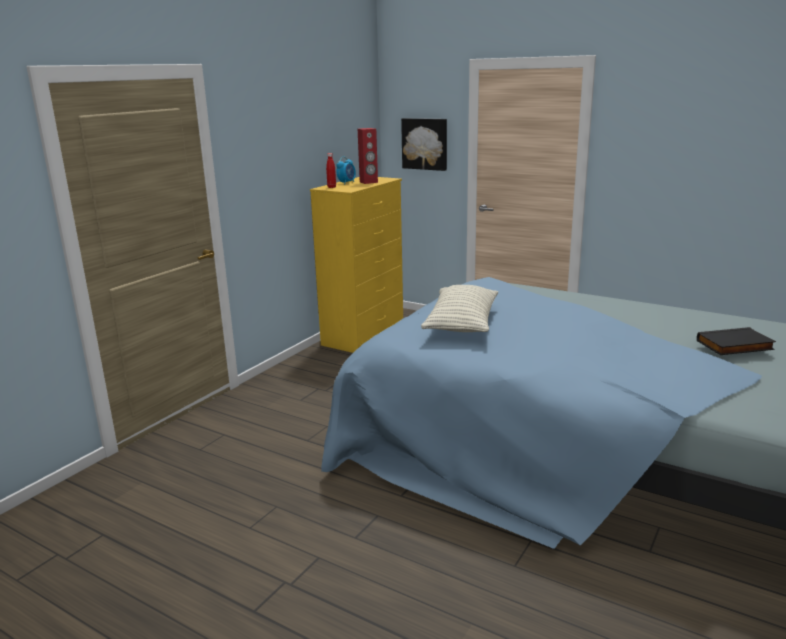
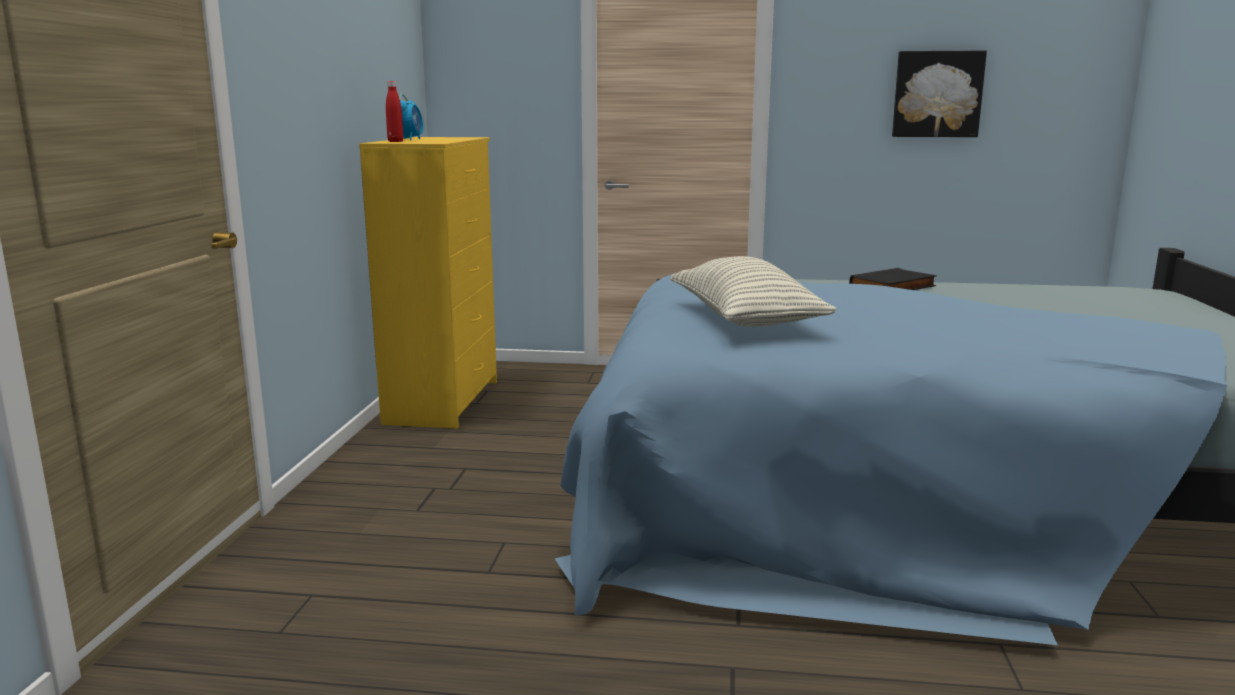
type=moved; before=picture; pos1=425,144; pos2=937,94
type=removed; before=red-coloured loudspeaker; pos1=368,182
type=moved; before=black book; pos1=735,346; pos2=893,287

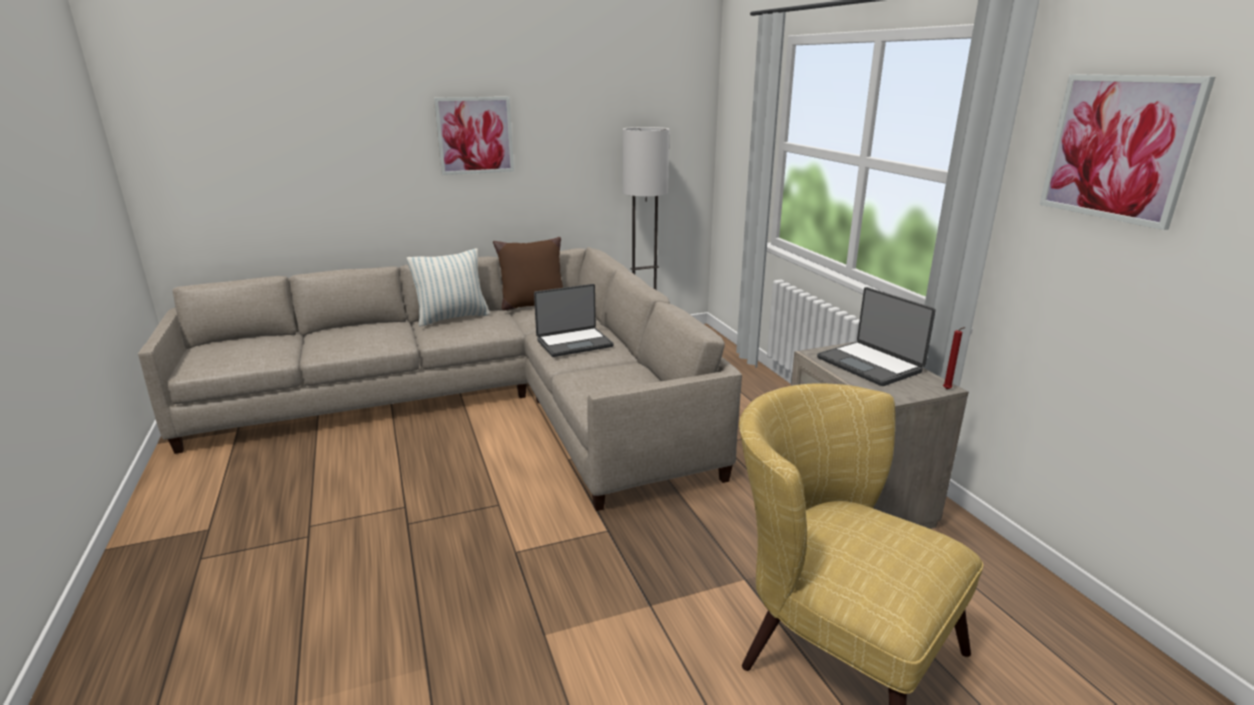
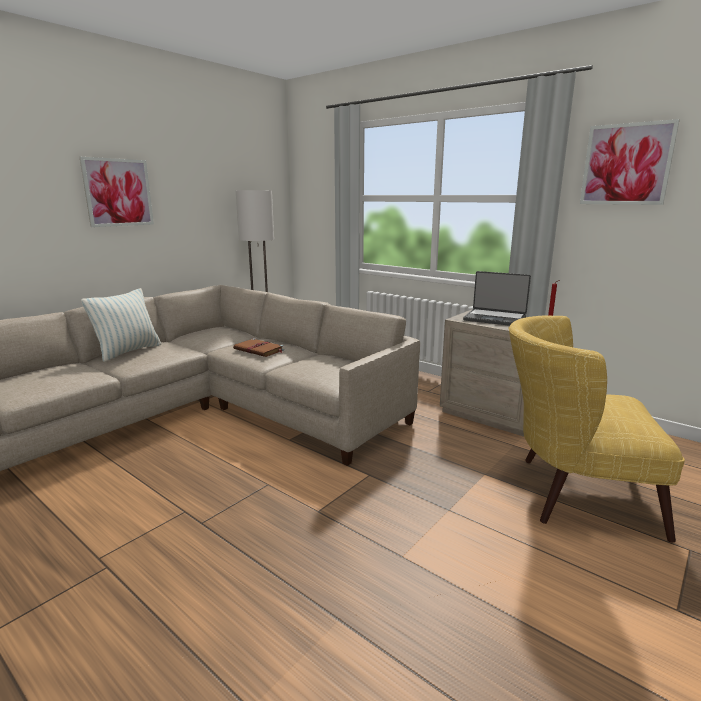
type=removed; before=brown-coloured cushion; pos1=532,305
type=replaced; before=notebook computer; after=brown-coloured book; pos1=574,343; pos2=259,350

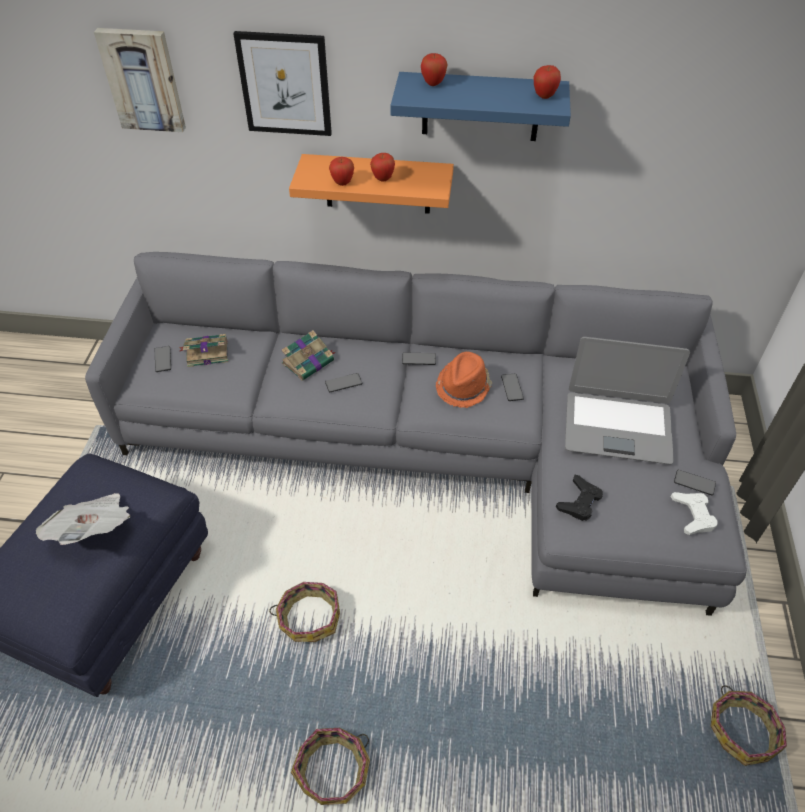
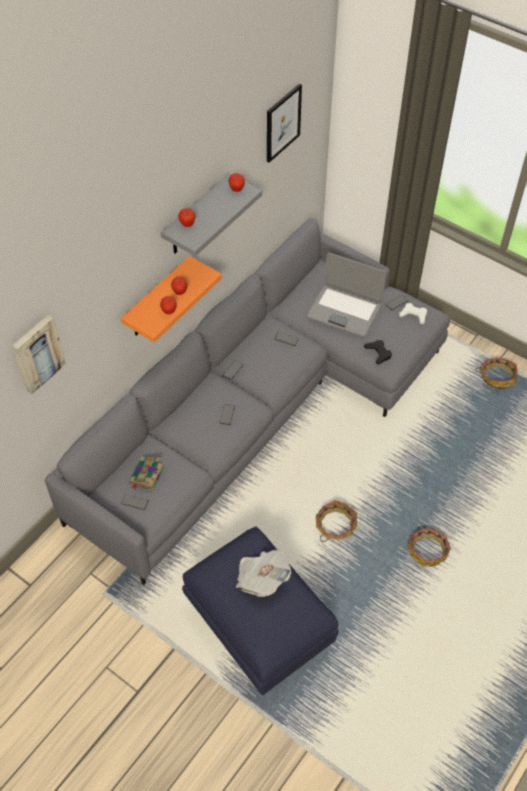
type=moved; before=picture; pos1=285,84; pos2=282,123
type=recoloured; before=blue bracket shelf; after=gray bracket shelf; pos1=481,107; pos2=196,217
type=removed; before=book; pos1=309,362
type=turned; before=notebook computer; pos1=617,427; pos2=344,311; turn=75
type=removed; before=orange-coloured wearable hat; pos1=464,386

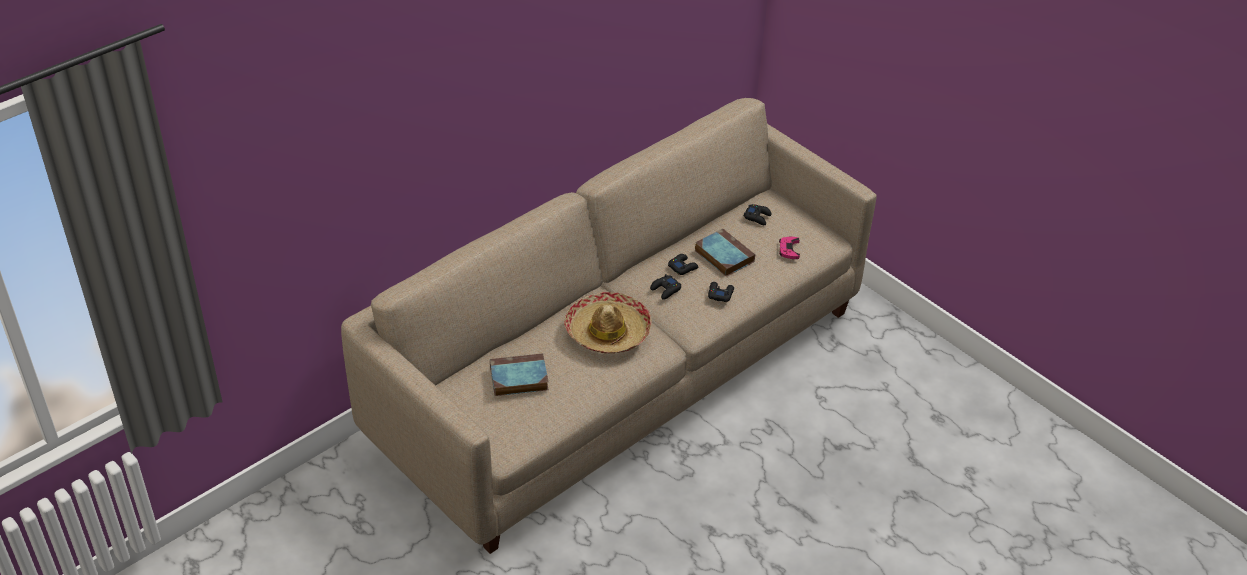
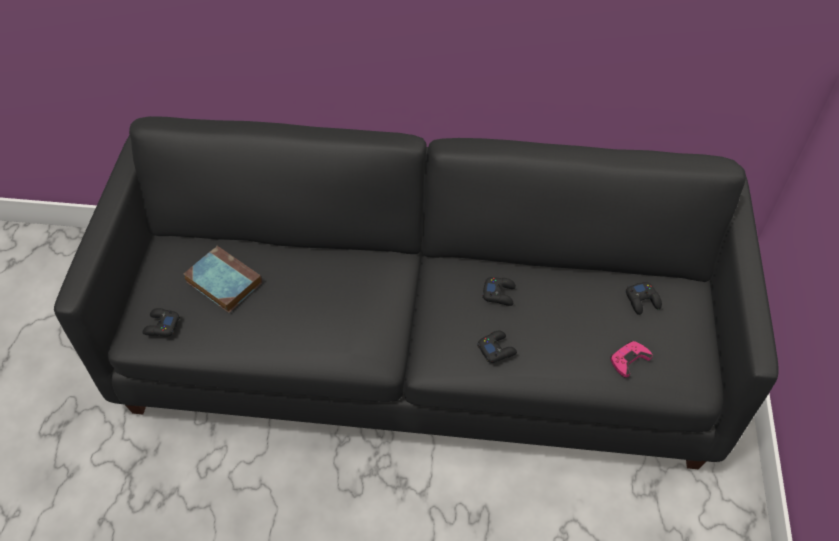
type=recoloured; before=beige sofa; after=black sofa; pos1=619,373; pos2=420,349
type=removed; before=book; pos1=723,255
type=moved; before=black gamepad; pos1=665,290; pos2=161,326
type=removed; before=wearable hat; pos1=608,332

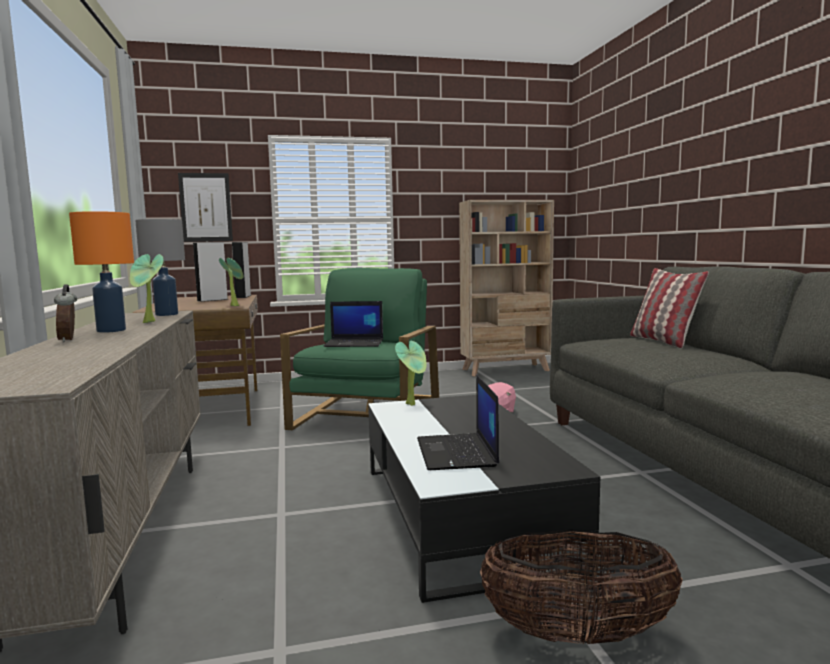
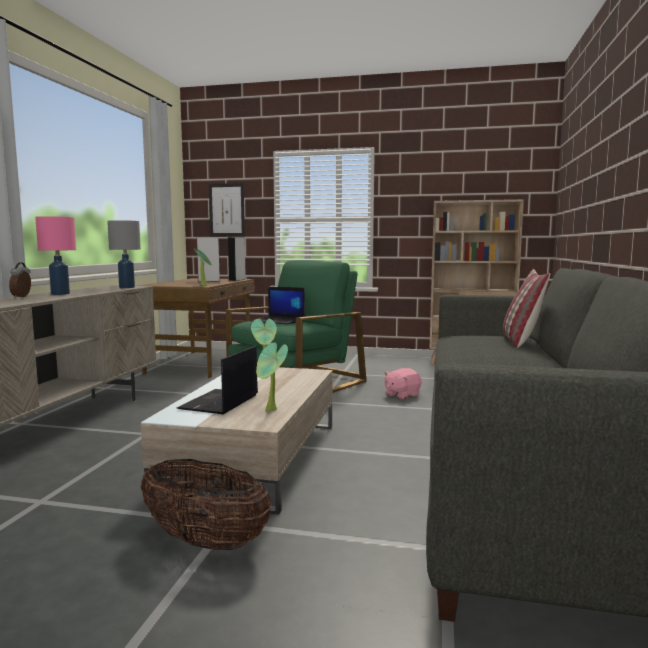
type=recoloured; before=orange-coloured table lamp; after=pink-coloured table lamp; pos1=110,330; pos2=60,294
type=moved; before=potted plant; pos1=149,322; pos2=271,411
type=recoloured; before=black low table; after=beige low table; pos1=461,513; pos2=254,457

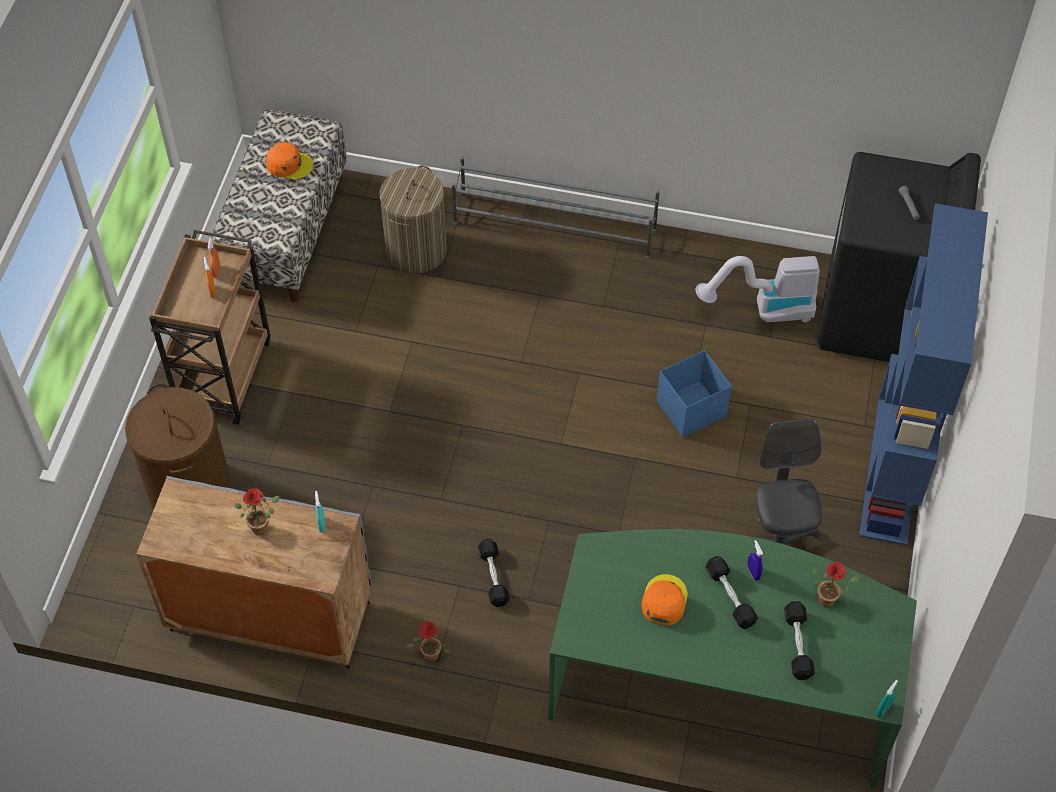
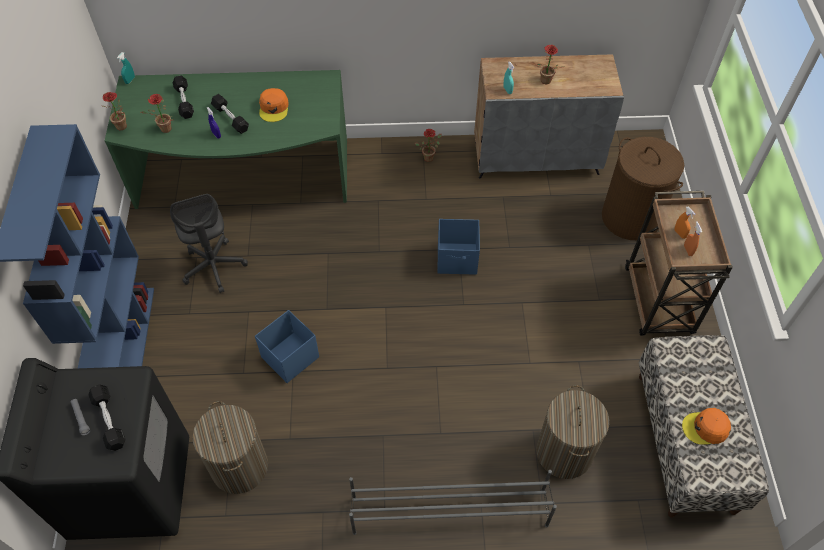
type=replaced; before=vacuum; after=hamper; pos1=763,310; pos2=239,466
type=moved; before=black free weight; pos1=493,577; pos2=109,420
type=added; after=potted plant; pos2=123,127
type=added; after=blue storage bin; pos2=457,259

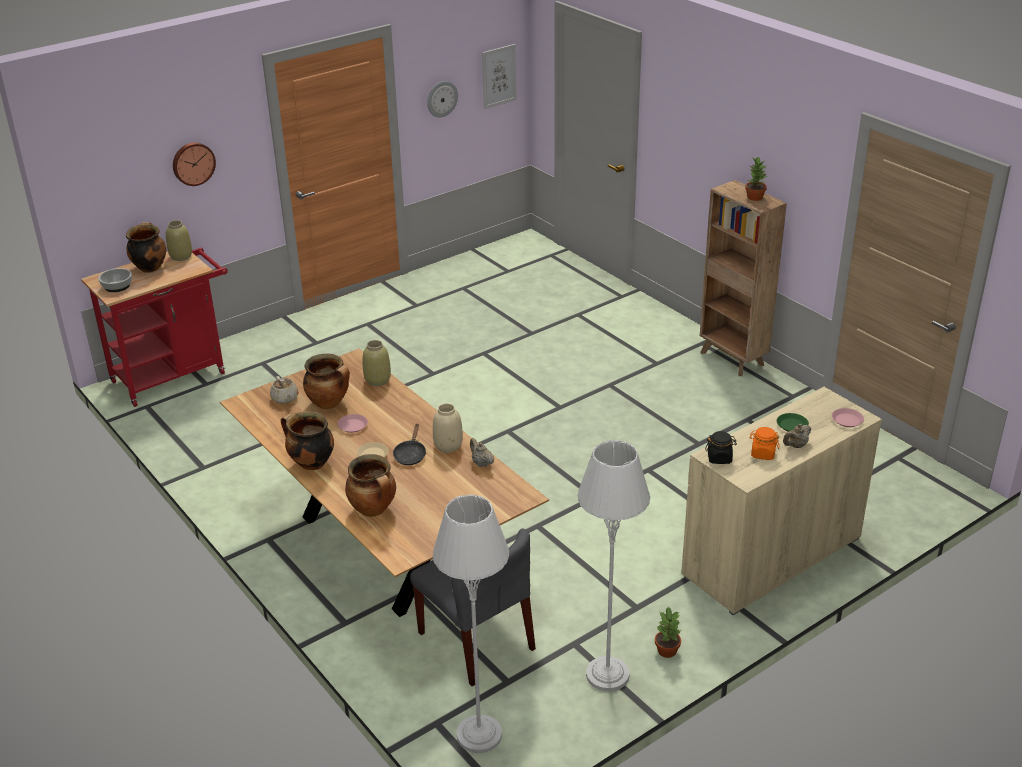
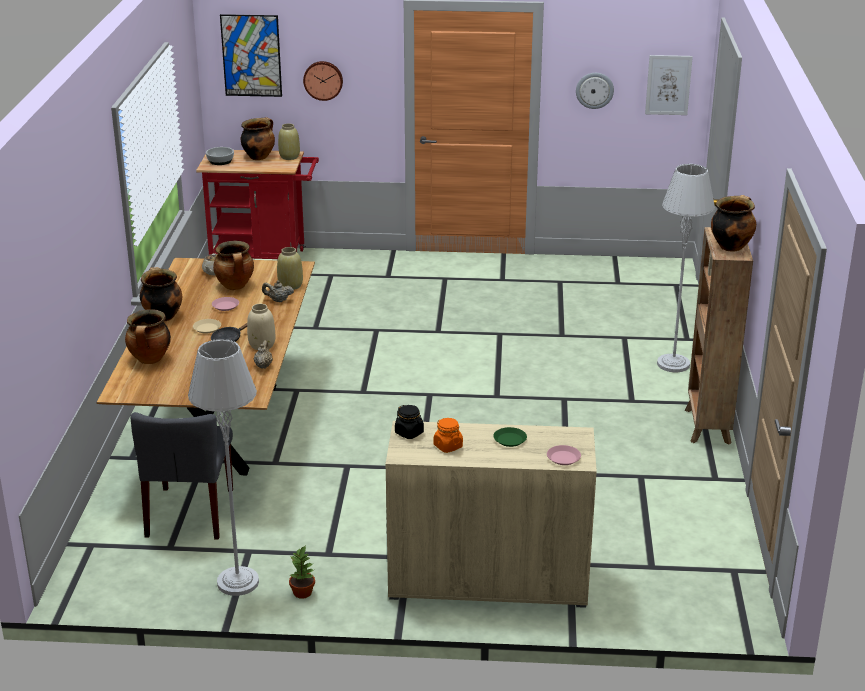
type=replaced; before=potted plant; after=stockpot; pos1=754,197; pos2=731,246
type=moved; before=beige pot for tea; pos1=796,446; pos2=278,300
type=moved; before=gray floor lamp; pos1=479,735; pos2=673,364
type=added; after=picture; pos2=251,55

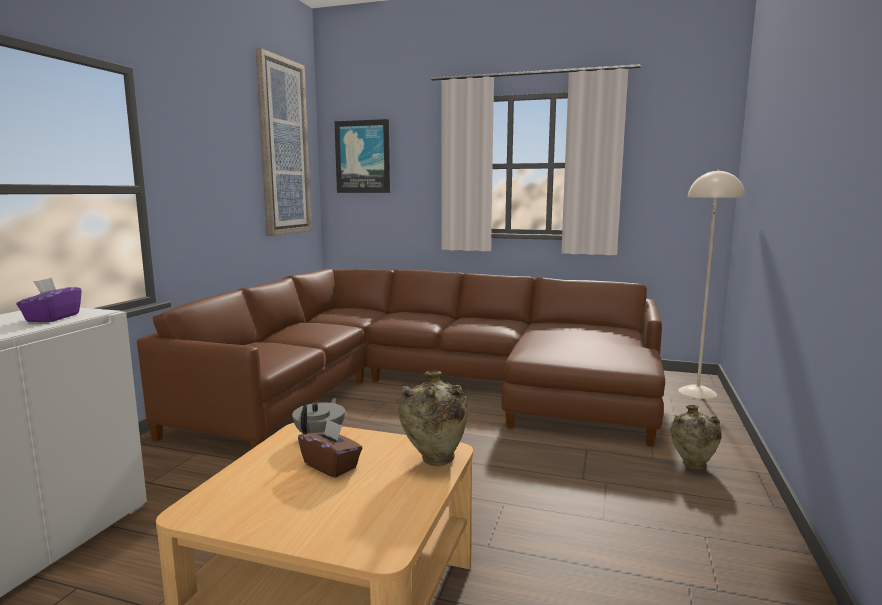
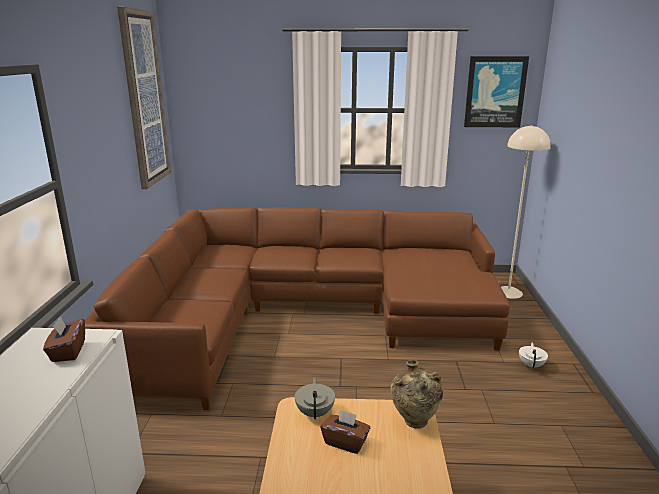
type=moved; before=picture; pos1=363,157; pos2=495,92
type=recoloured; before=purple-coloured tissue box; after=brown-coloured tissue box; pos1=52,318; pos2=68,351
type=replaced; before=beige decorative vase; after=white-coloured pot for tea; pos1=692,466; pos2=531,365

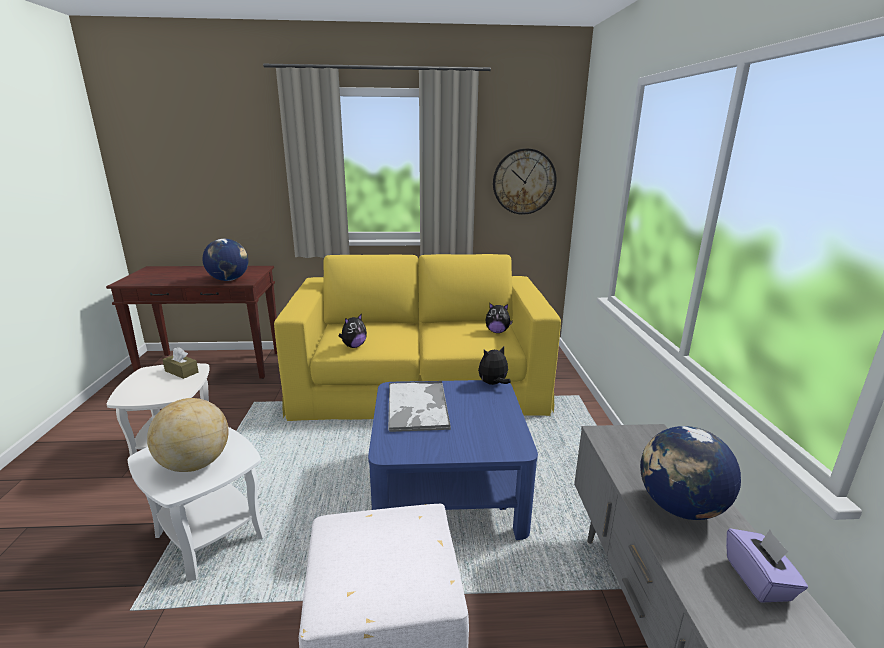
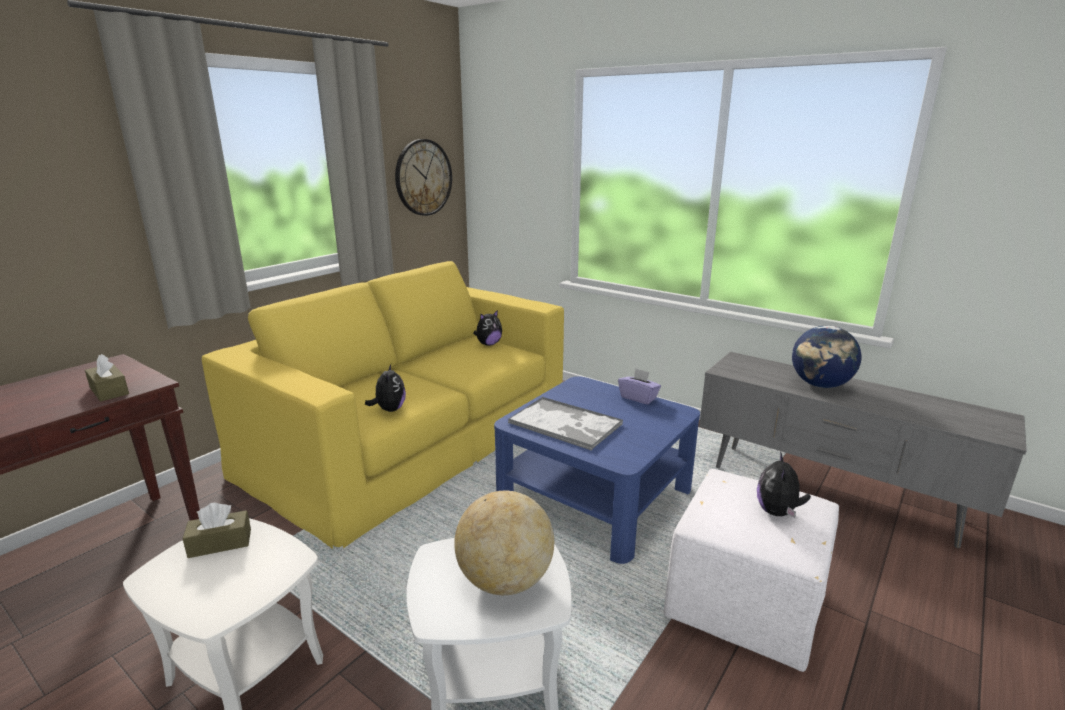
type=replaced; before=desk globe; after=brown-coloured tissue box; pos1=229,280; pos2=109,391
type=moved; before=plush toy; pos1=493,384; pos2=777,512
type=moved; before=purple-coloured tissue box; pos1=758,579; pos2=638,398

